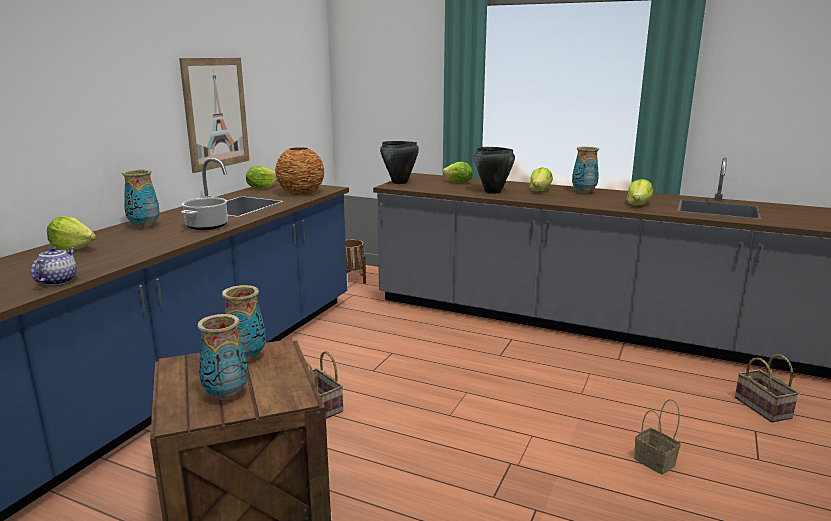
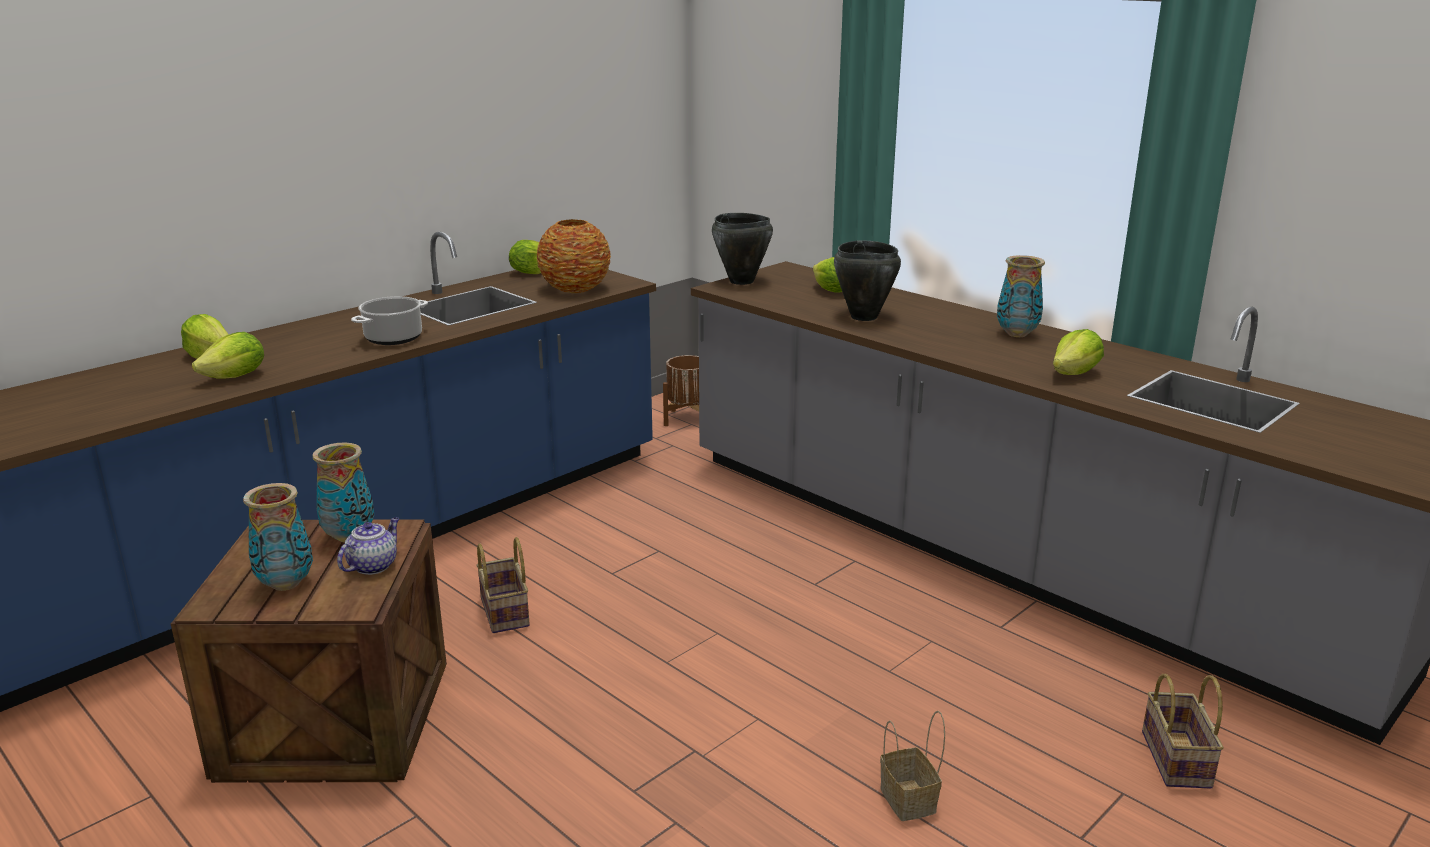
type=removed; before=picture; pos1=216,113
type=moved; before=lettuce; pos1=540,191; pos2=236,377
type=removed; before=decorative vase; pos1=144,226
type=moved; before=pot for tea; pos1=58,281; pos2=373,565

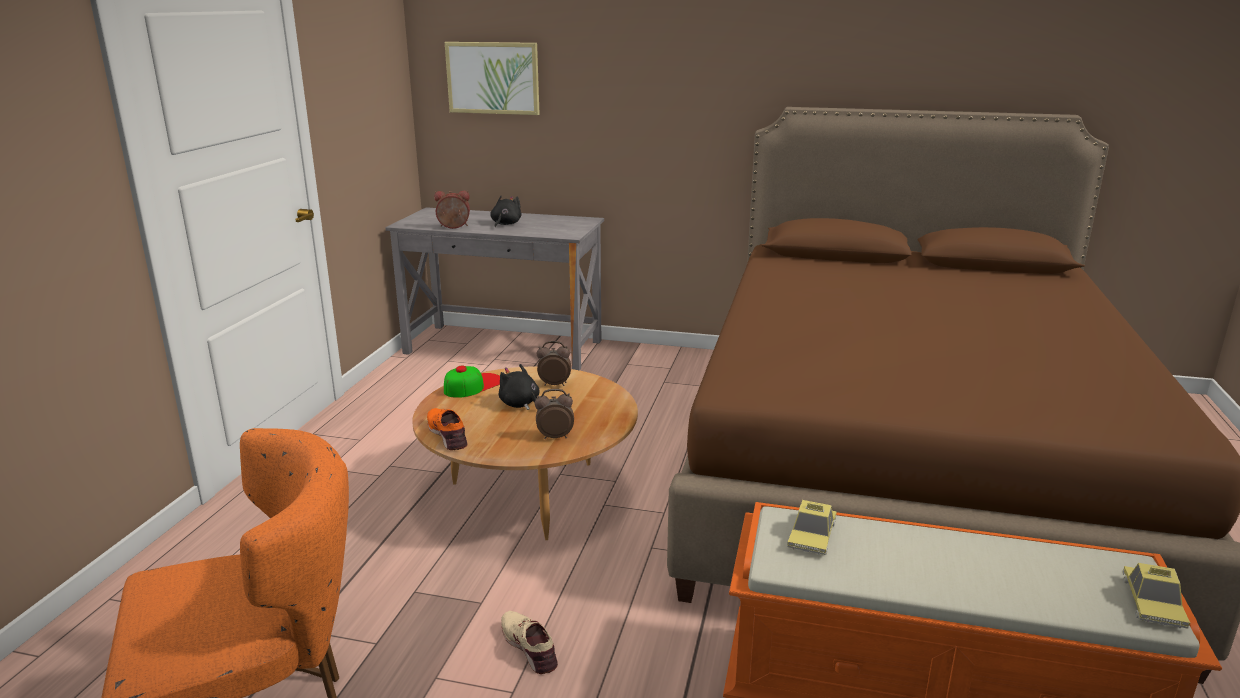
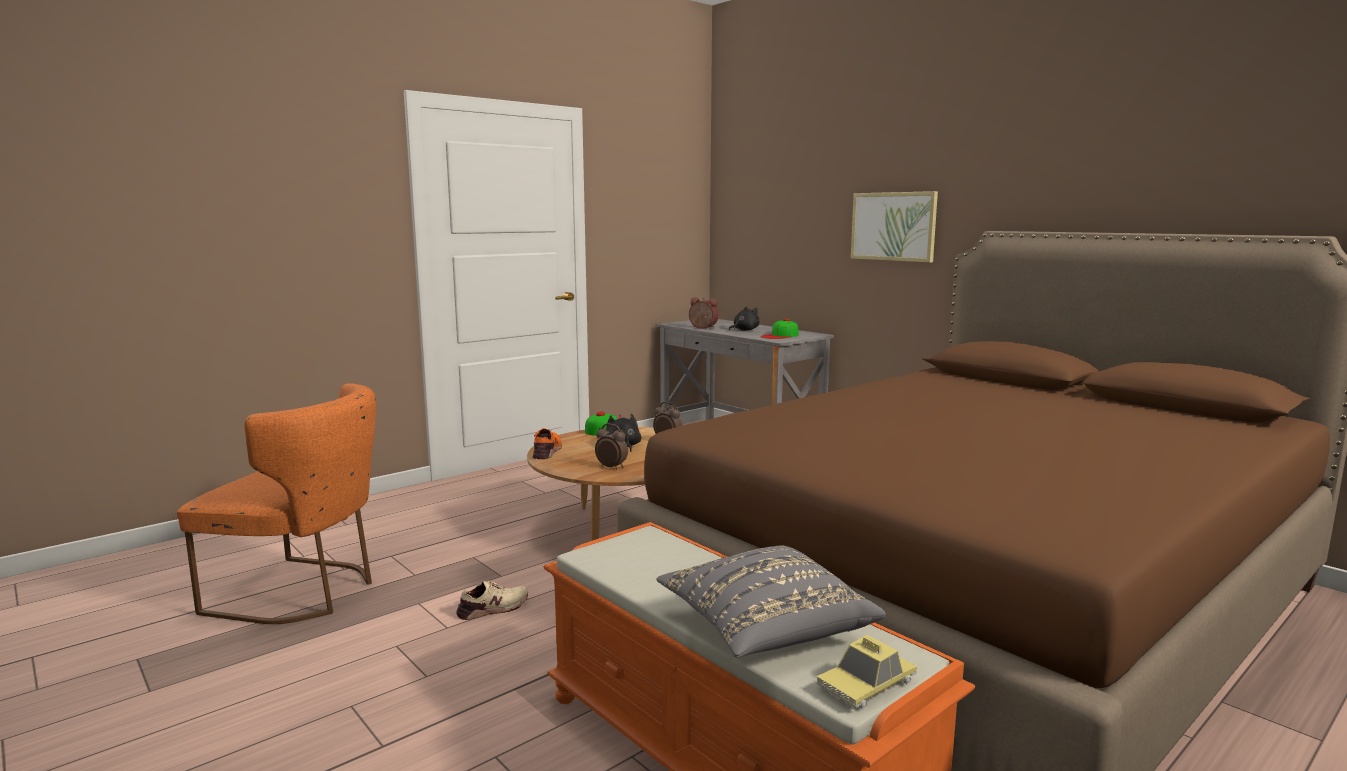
type=moved; before=picture; pos1=493,78; pos2=893,226
type=removed; before=toy car; pos1=811,535
type=turned; before=beige item of footwear; pos1=530,647; pos2=493,609; turn=60
type=added; after=baseball cap; pos2=780,336
type=added; after=gray cushion; pos2=765,628

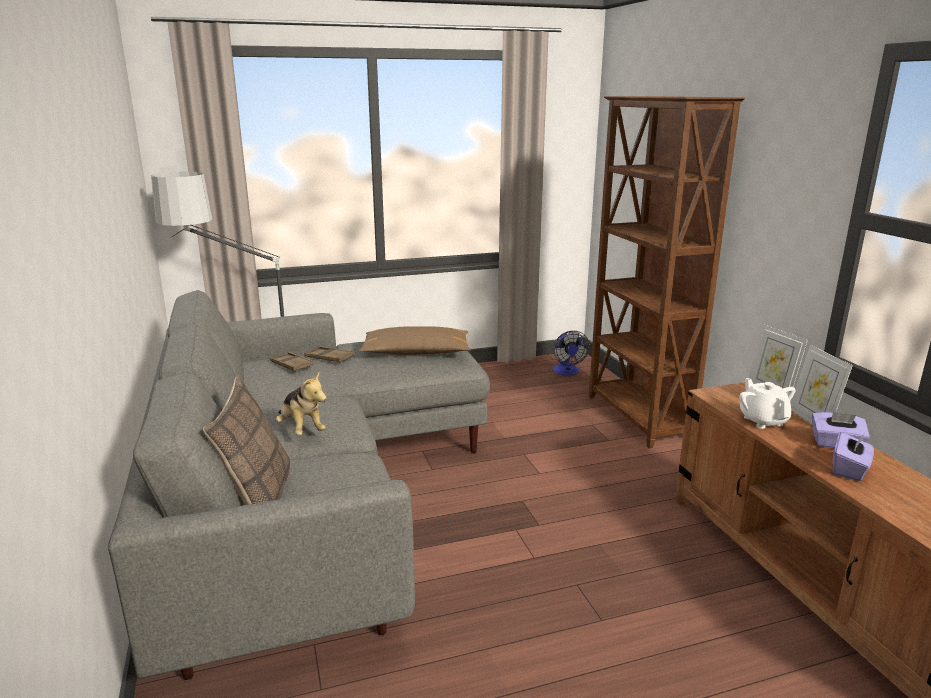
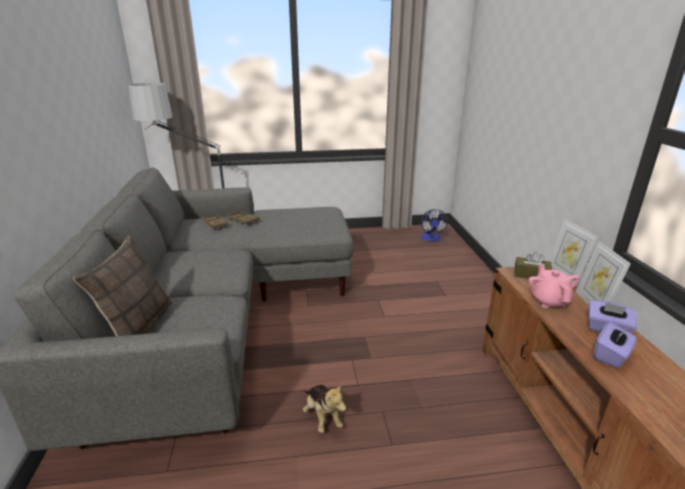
type=removed; before=brown-coloured bookshelf; pos1=637,418
type=removed; before=brown-coloured cushion; pos1=416,352
type=moved; before=plush toy; pos1=301,429; pos2=322,416
type=recoloured; before=white-coloured pot for tea; after=pink-coloured pot for tea; pos1=763,420; pos2=549,300
type=added; after=brown-coloured tissue box; pos2=531,275

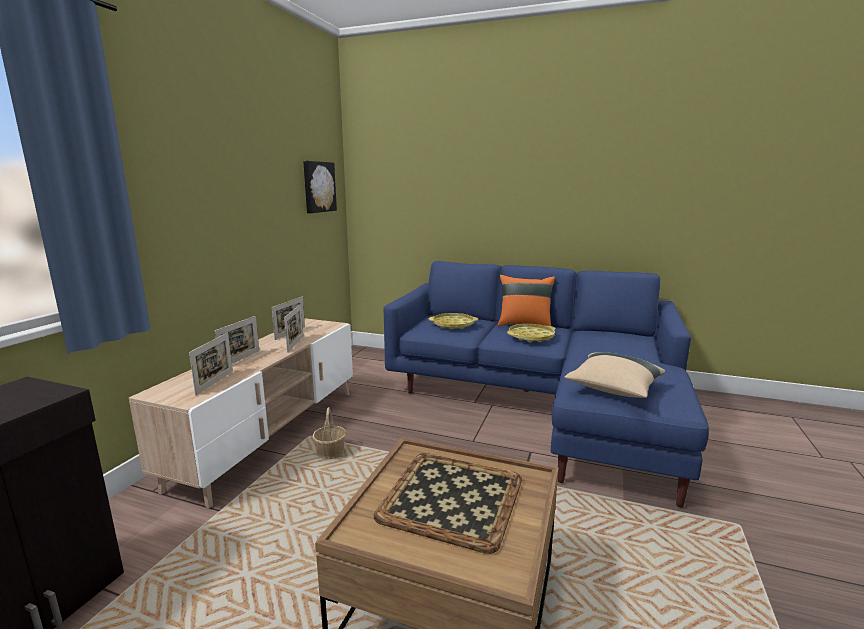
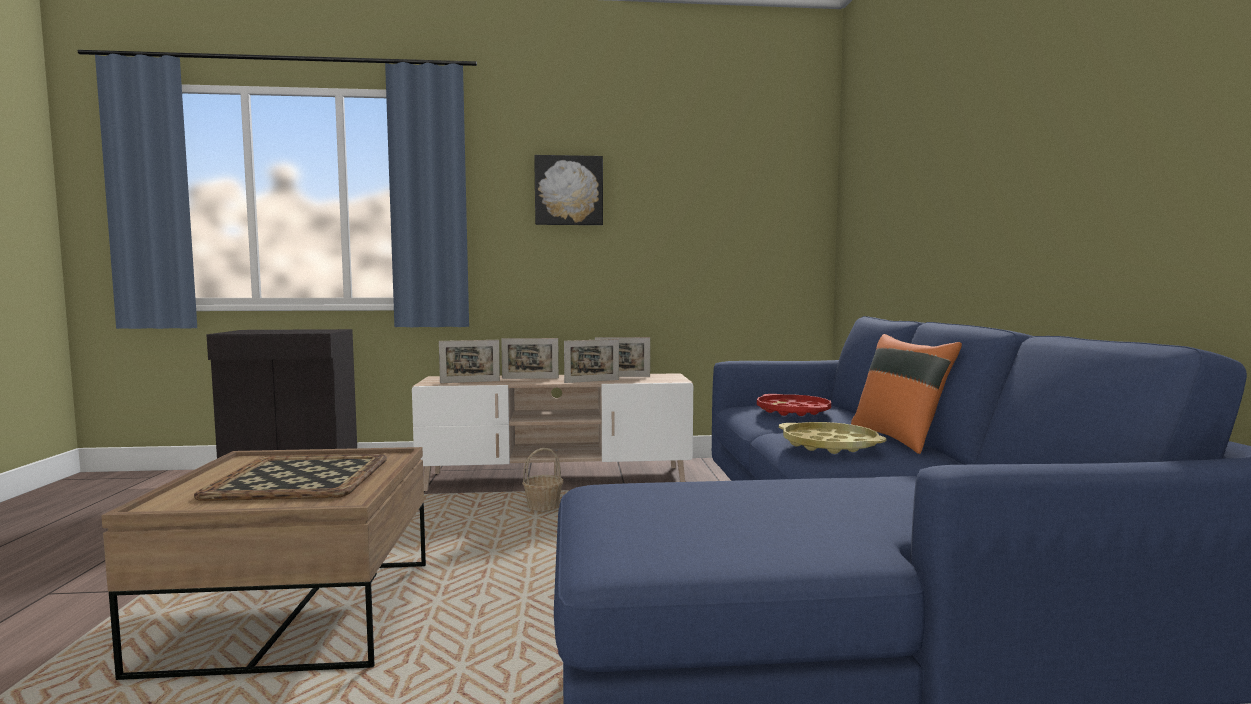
type=moved; before=picture; pos1=318,187; pos2=569,191
type=recoloured; before=yellow serving tray; after=red-coloured serving tray; pos1=453,324; pos2=793,411
type=removed; before=beige cushion; pos1=613,389

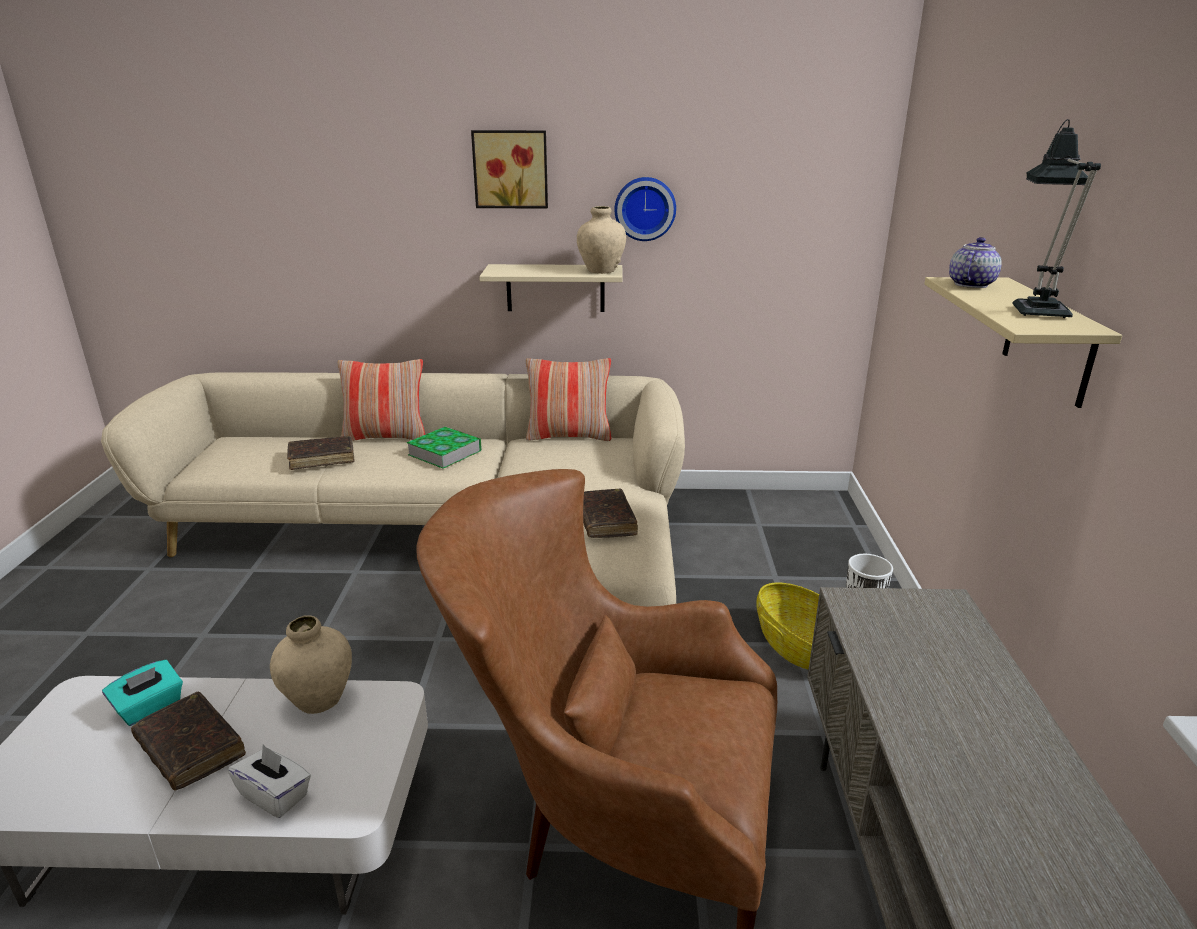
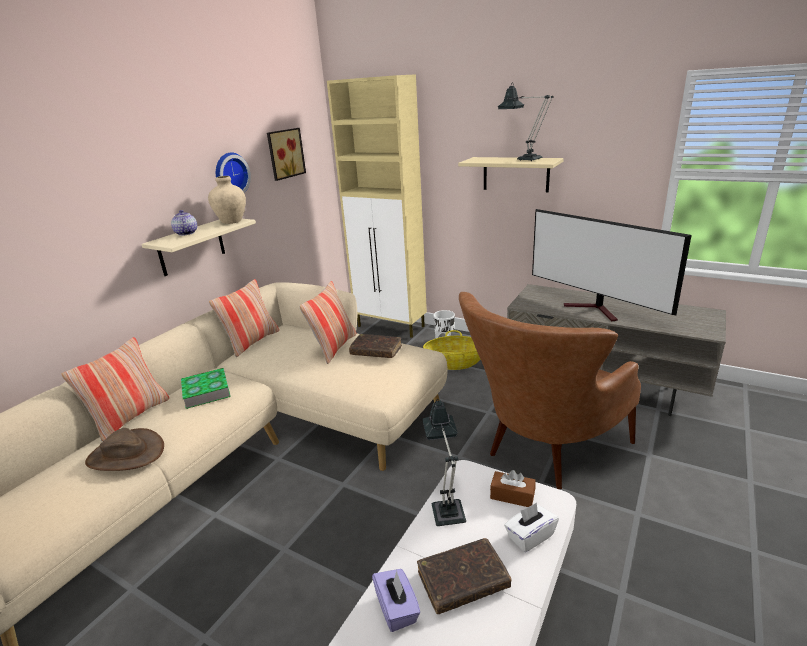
type=moved; before=picture; pos1=511,169; pos2=284,153
type=moved; before=pot for tea; pos1=970,284; pos2=185,233
type=replaced; before=brown-coloured book; after=brown-coloured wearable hat; pos1=322,458; pos2=126,454
type=replaced; before=beige decorative vase; after=table lamp; pos1=319,700; pos2=446,507
type=recoloured; before=turquoise tissue box; after=purple-coloured tissue box; pos1=150,707; pos2=397,609
type=added; after=beige cabinet; pos2=391,326
type=added; after=television; pos2=596,310
type=added; after=cushion; pos2=334,347
type=added; after=brown-coloured tissue box; pos2=512,495

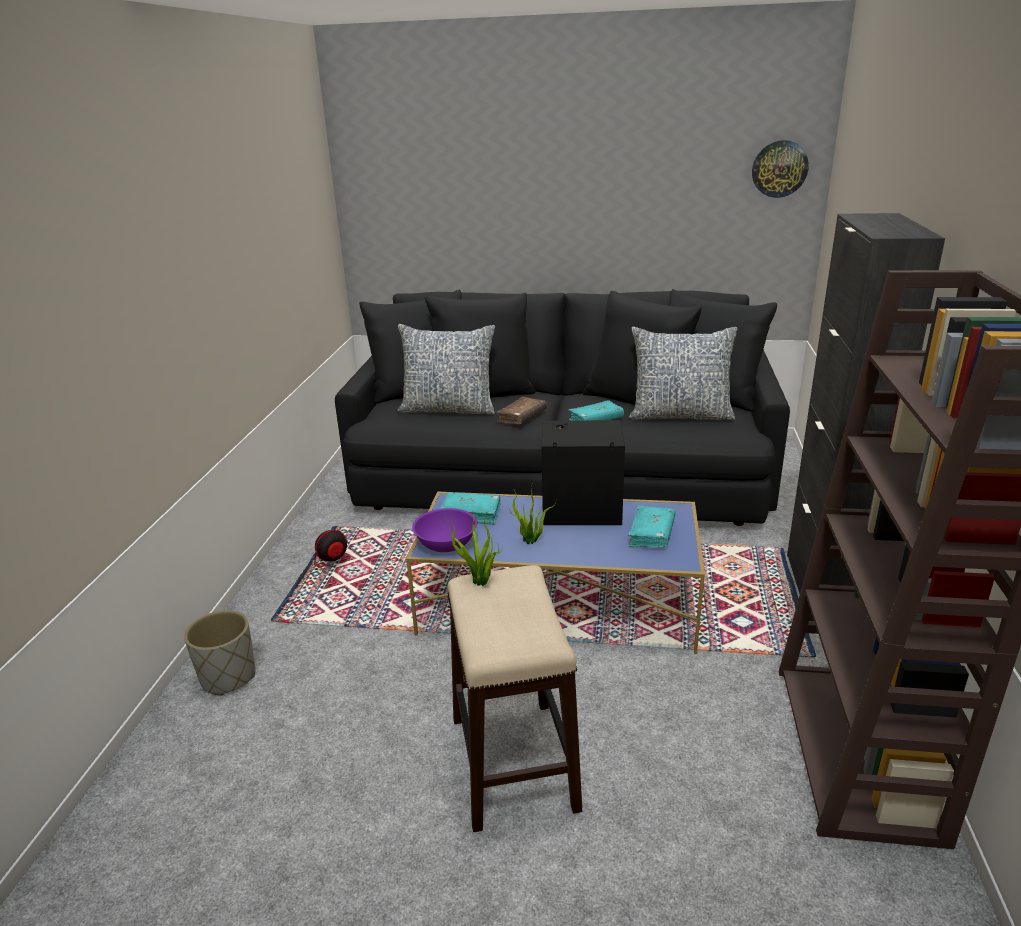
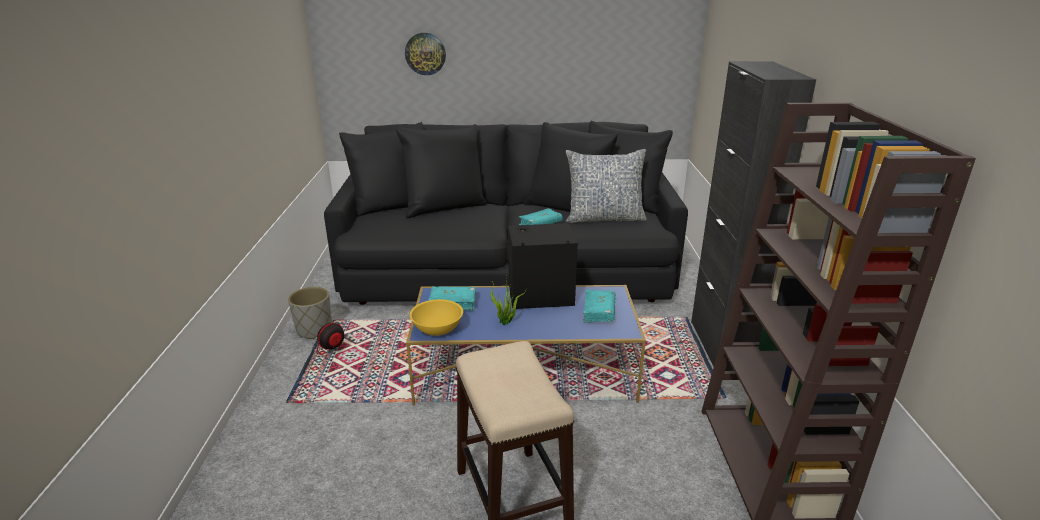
type=moved; before=clock on the wall; pos1=779,169; pos2=425,54
type=removed; before=cushion; pos1=448,409
type=removed; before=brown-coloured book; pos1=521,417
type=recoloured; before=purple-coloured bowl; after=yellow bowl; pos1=446,545; pos2=437,329
type=removed; before=potted plant; pos1=480,583
type=moved; before=gray plant pot; pos1=228,677; pos2=314,330

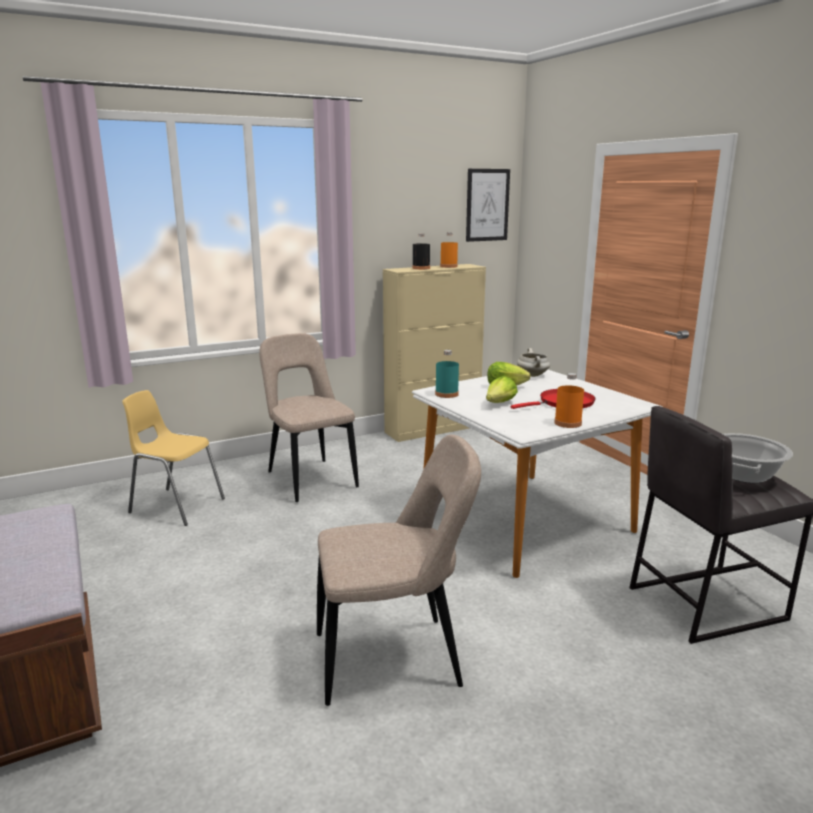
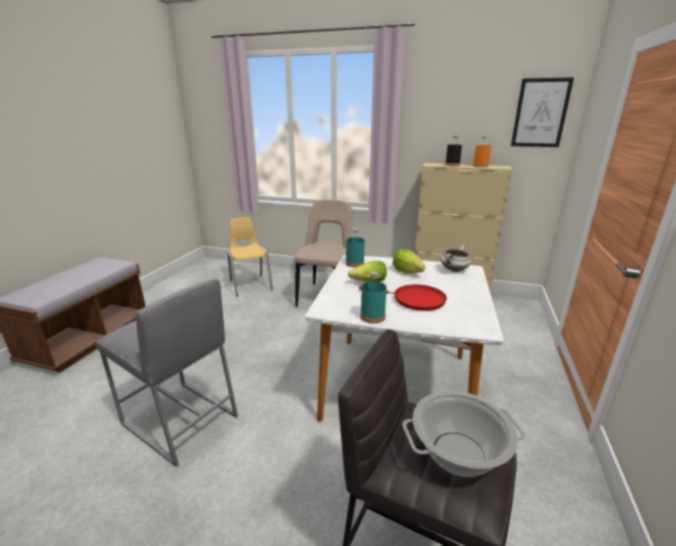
type=recoloured; before=orange-coloured bottle; after=turquoise bottle; pos1=568,423; pos2=372,316
type=replaced; before=beige chair; after=gray stool seat; pos1=394,659; pos2=180,421

